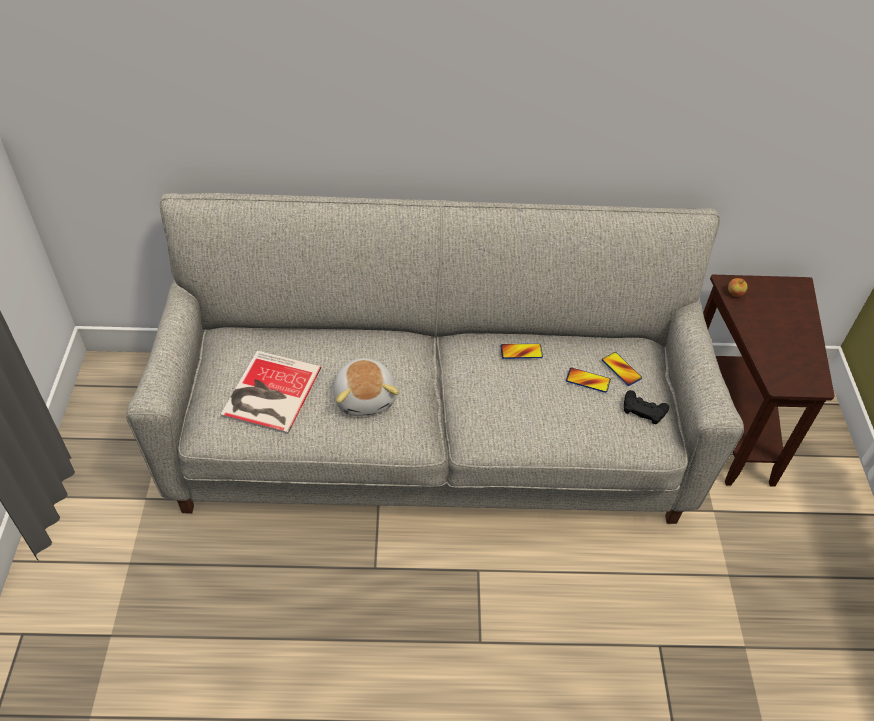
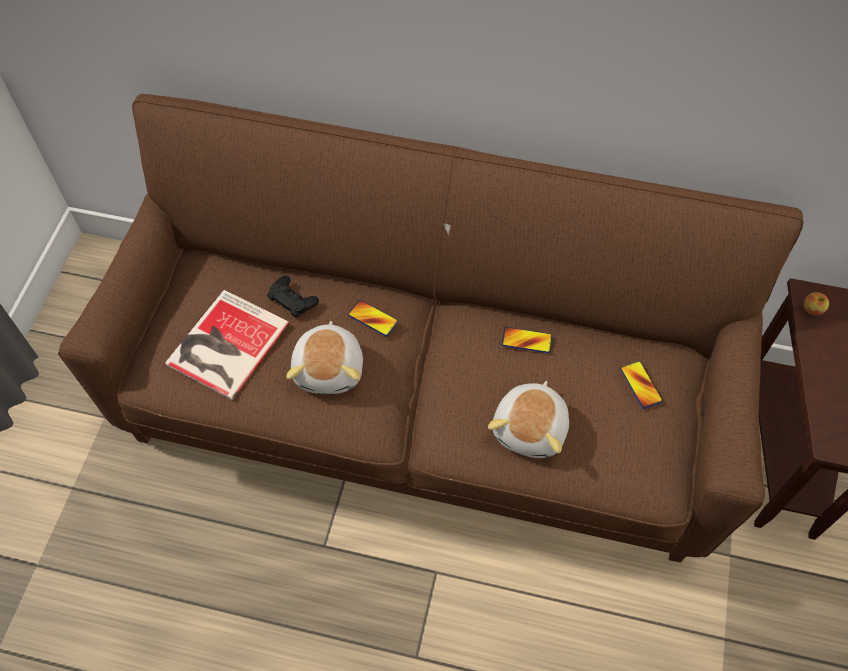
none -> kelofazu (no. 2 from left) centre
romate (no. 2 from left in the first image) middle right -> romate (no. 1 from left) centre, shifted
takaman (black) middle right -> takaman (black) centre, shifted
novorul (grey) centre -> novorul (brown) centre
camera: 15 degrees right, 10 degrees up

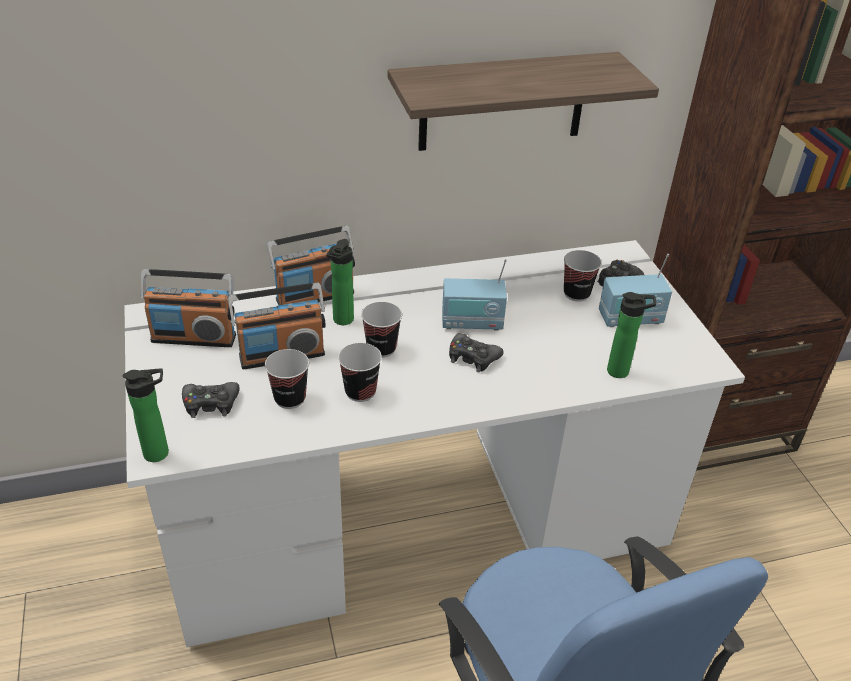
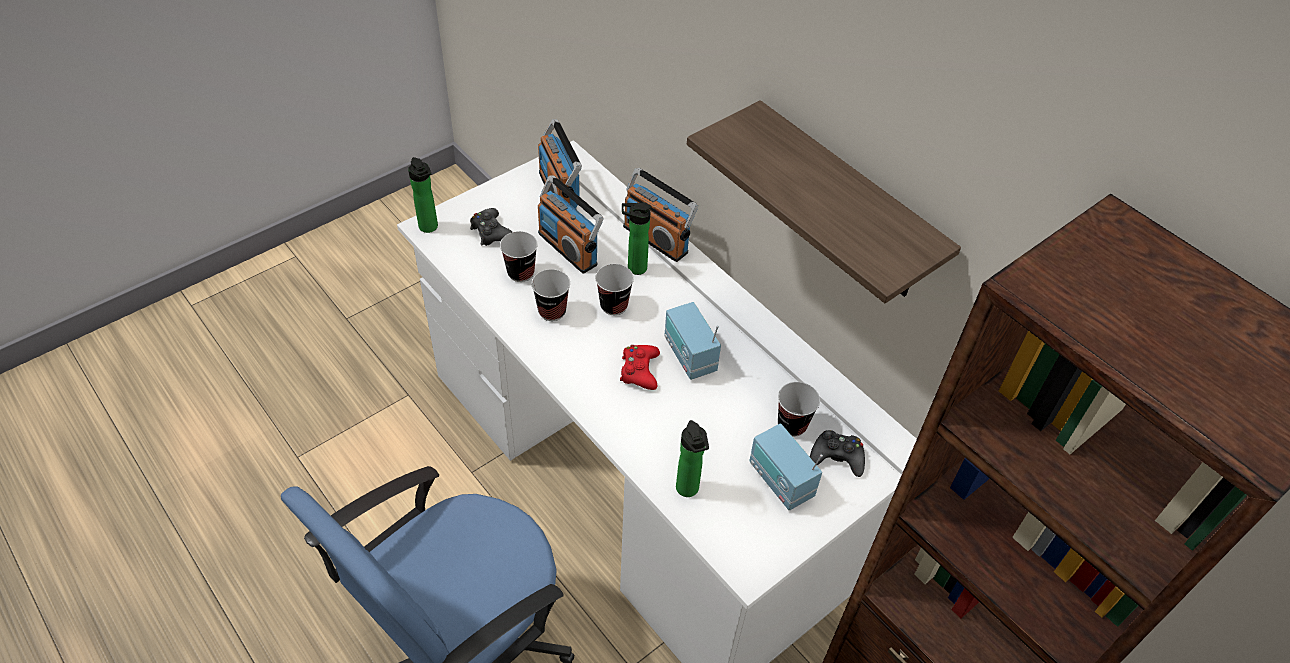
takaman (black) (no. 2 from left) centre -> takaman (red) centre
camera: 65 degrees right, 10 degrees up

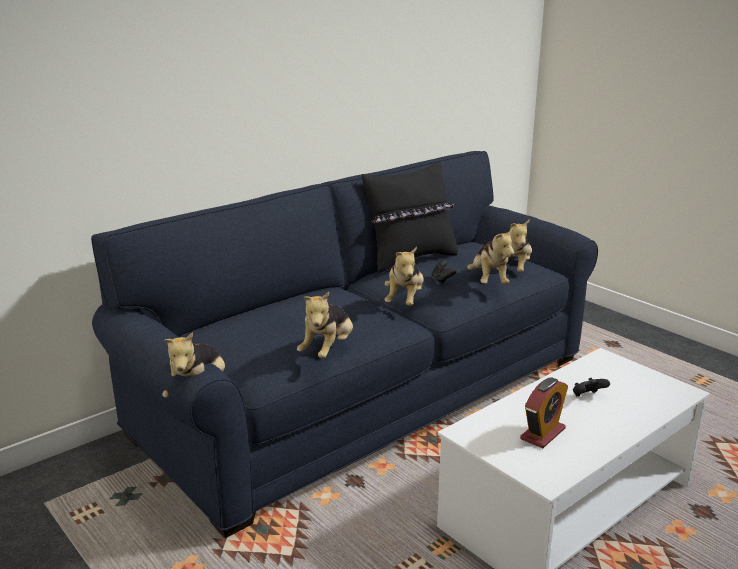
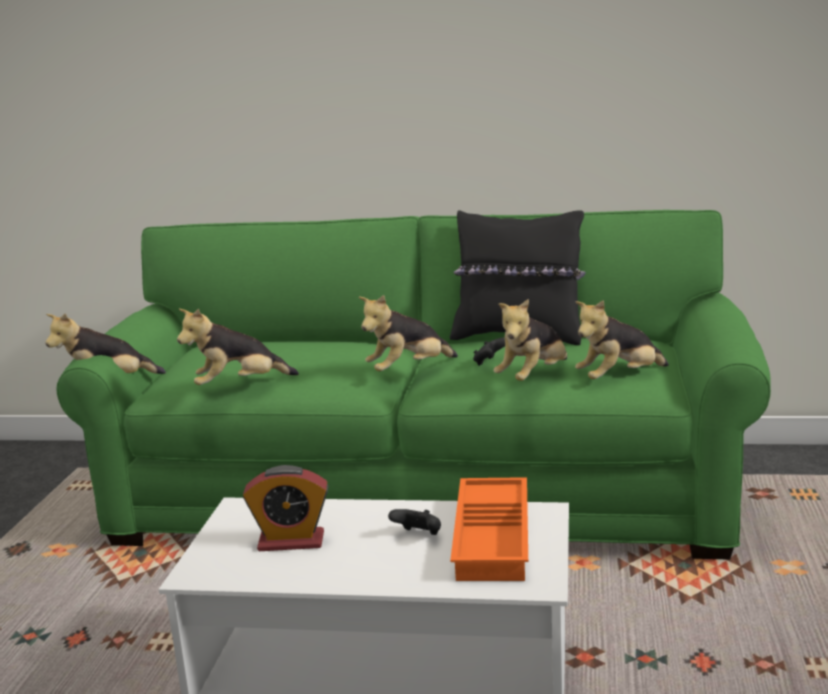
none -> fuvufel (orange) bottom centre
novorul (blue) centre -> novorul (green) centre
camera: 50 degrees right, 5 degrees down

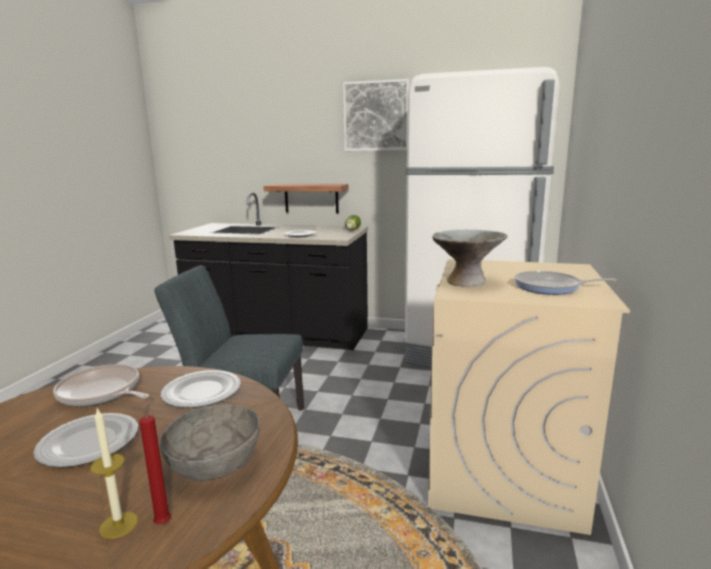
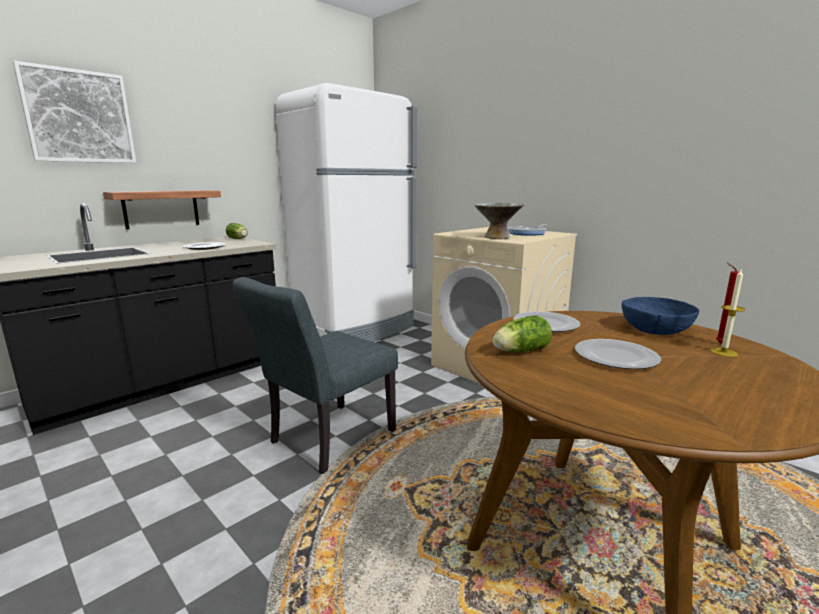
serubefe top centre -> serubefe top left, shifted
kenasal (no. 1 from left) bottom left -> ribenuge (no. 2 from left) centre
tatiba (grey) (no. 1 from left) bottom left -> tatiba (blue) middle right
camera: 60 degrees left, 0 degrees up

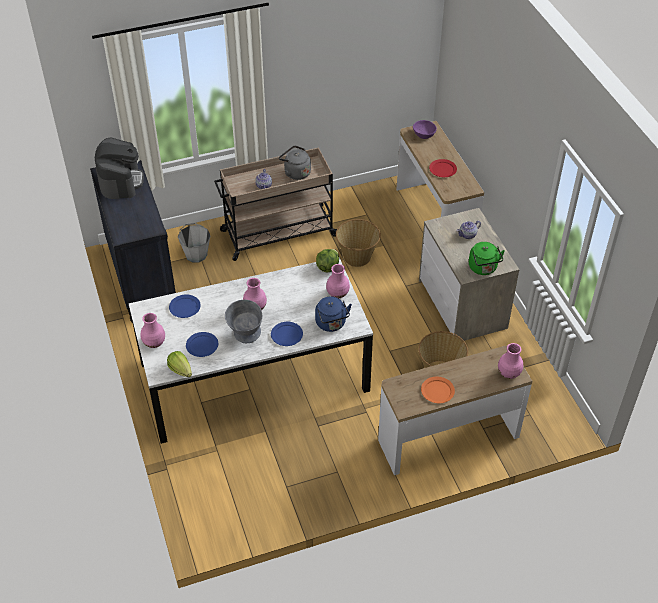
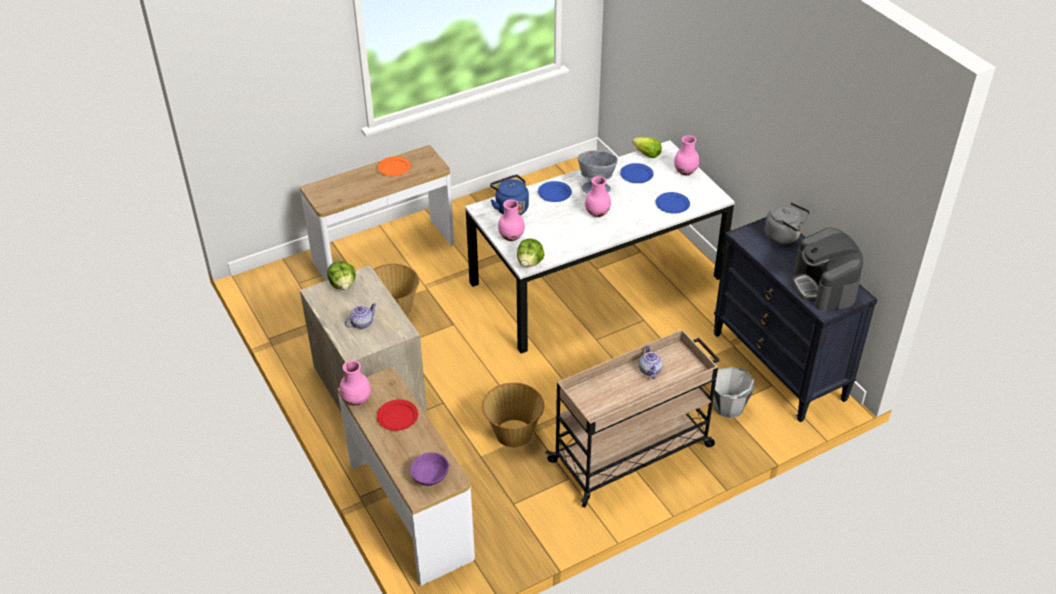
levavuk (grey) top centre -> levavuk (grey) middle right, shifted
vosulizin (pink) (no. 4 from left in the first image) middle right -> vosulizin (pink) (no. 1 from left) centre, shifted
levavuk (green) middle right -> ribenuge (no. 1 from left) middle left
camera: 170 degrees right, 5 degrees down

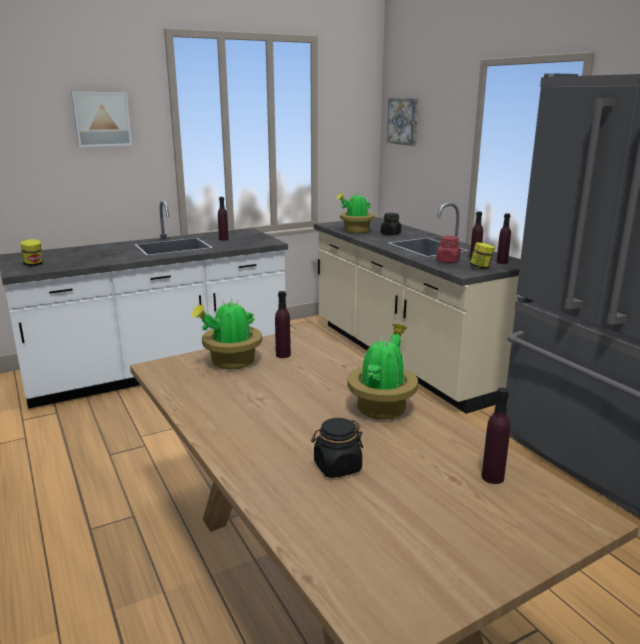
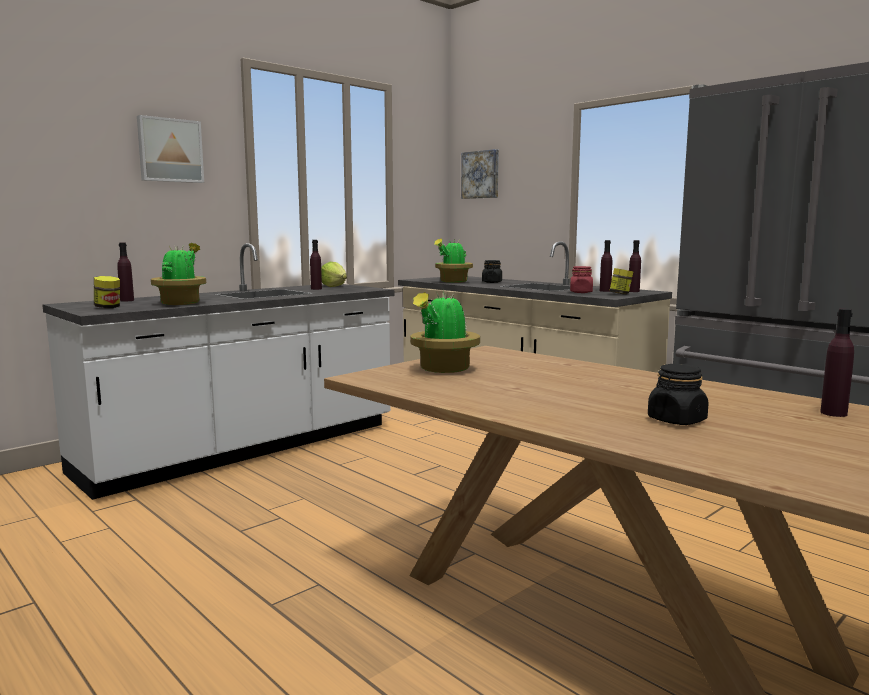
none -> ribenuge centre
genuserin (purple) (no. 2 from left in the first image) centre -> genuserin (purple) (no. 1 from left) middle left, shifted
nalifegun (no. 3 from left in the first image) centre -> nalifegun (no. 1 from left) middle left, shifted
camera: 15 degrees left, 10 degrees down

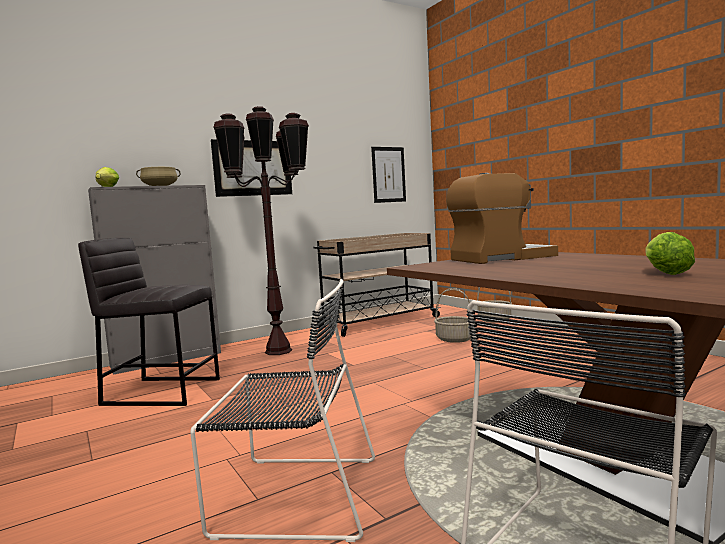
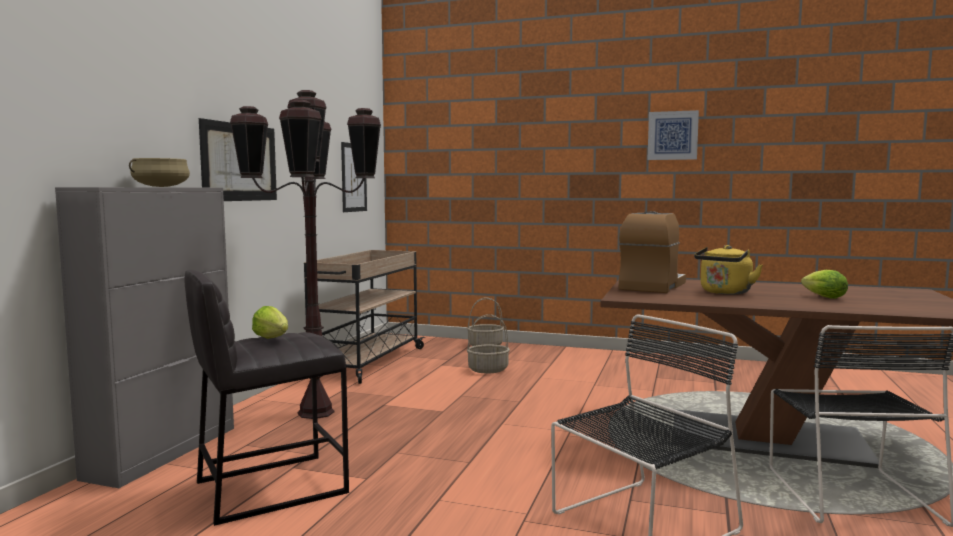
none -> serubefe (no. 3 from left) top right
none -> levavuk (yellow) middle right
ribenuge (no. 1 from left) top left -> ribenuge (no. 1 from left) middle left, shifted
camera: 40 degrees left, 0 degrees up

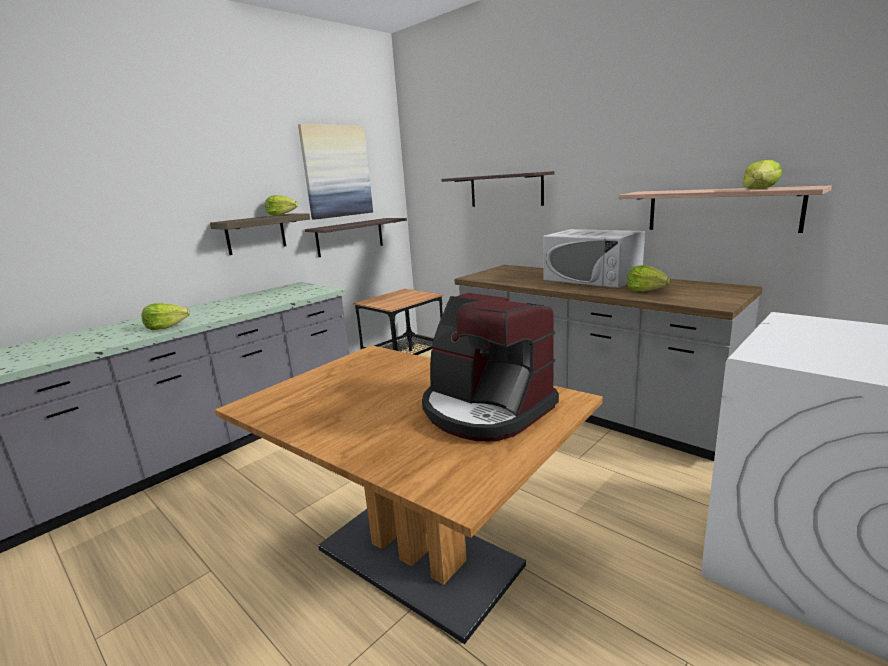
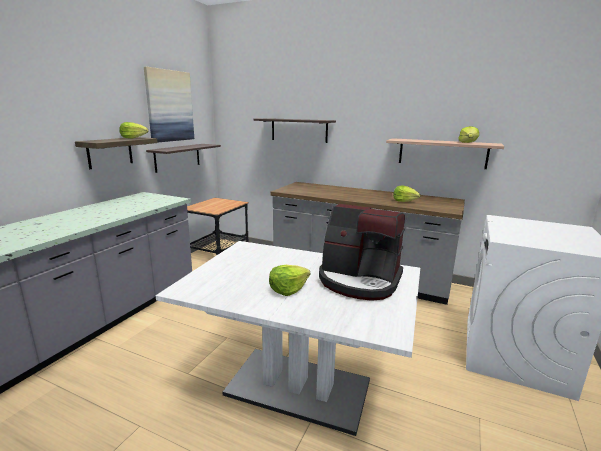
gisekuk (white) middle right -> none
ribenuge (no. 1 from left in the first image) middle left -> ribenuge (no. 2 from left) centre, shifted
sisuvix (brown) bottom centre -> sisuvix (white) bottom centre
camera: 20 degrees left, 0 degrees up

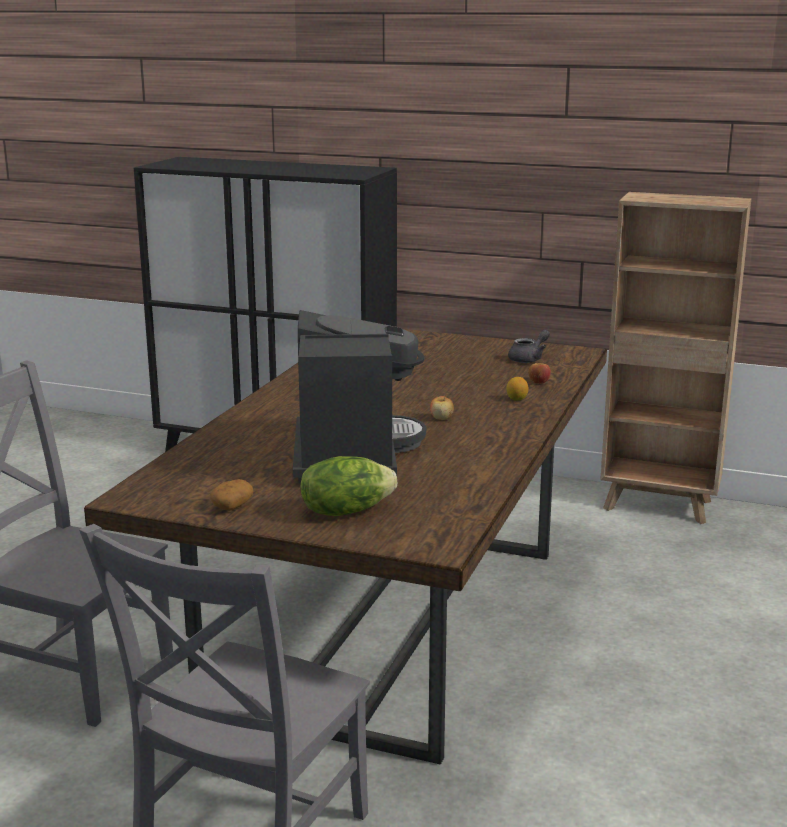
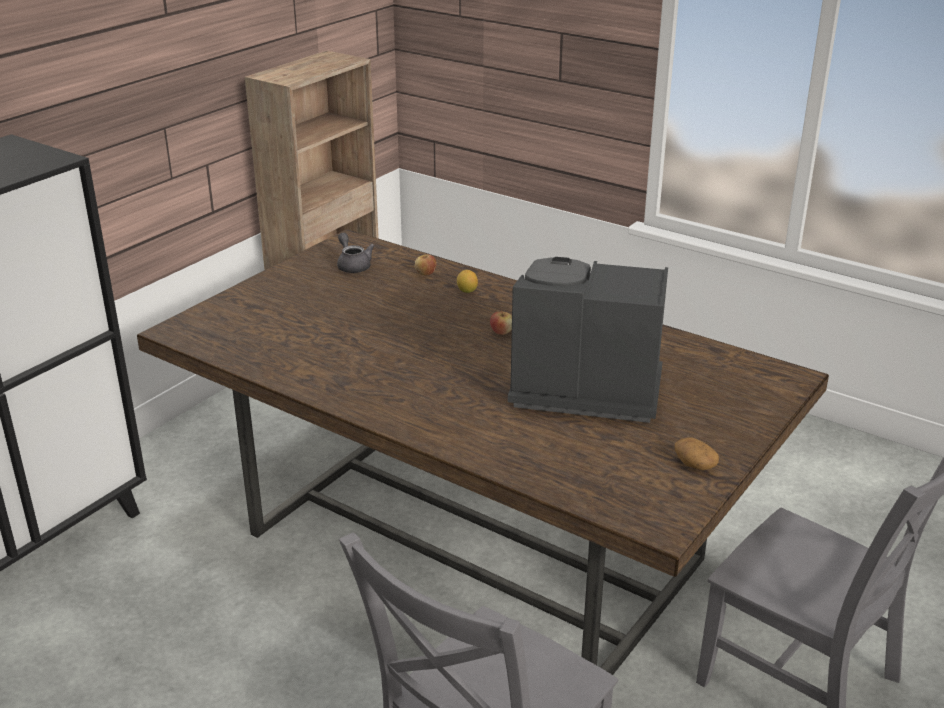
ribenuge centre -> none
camera: 75 degrees left, 10 degrees up

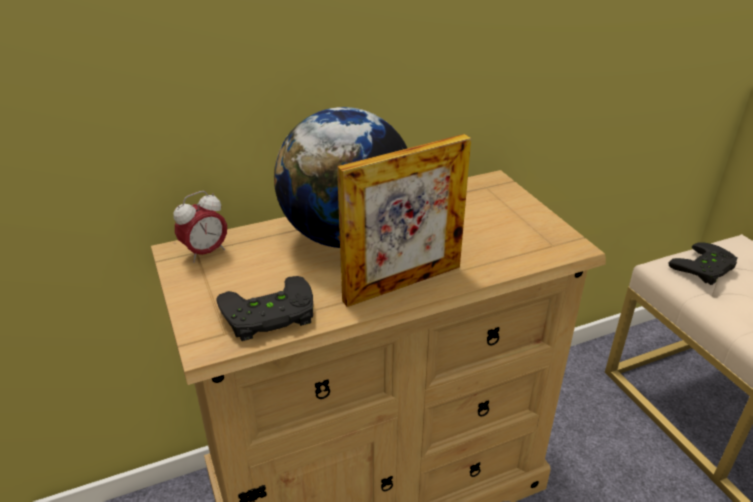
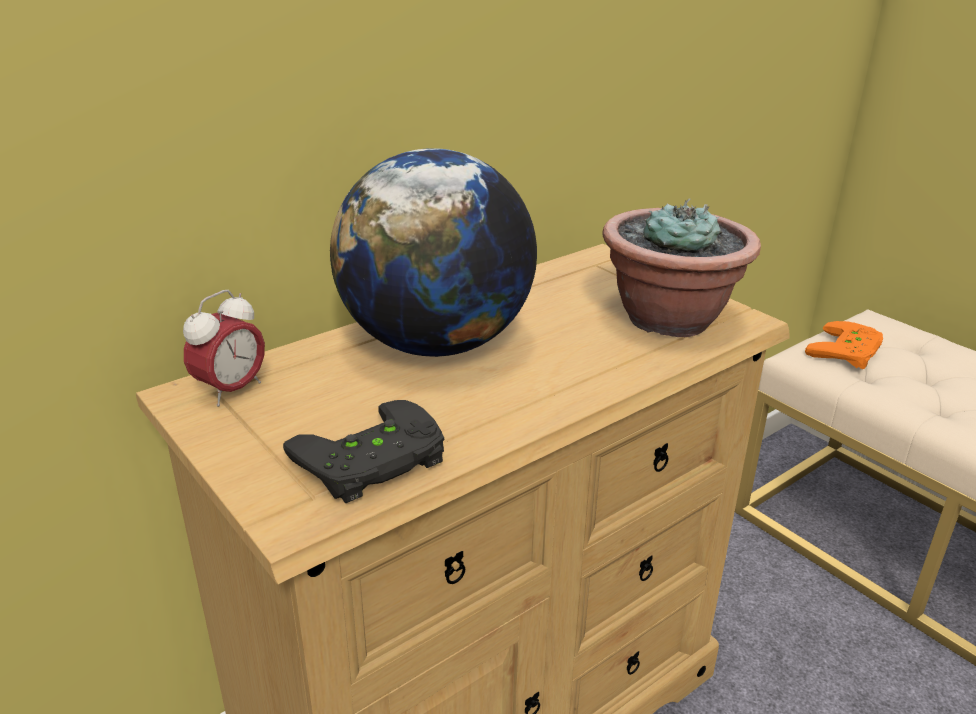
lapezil centre -> none
none -> nalifegun middle right
takaman (black) (no. 2 from left) middle right -> takaman (orange) middle right
camera: 15 degrees left, 5 degrees down

